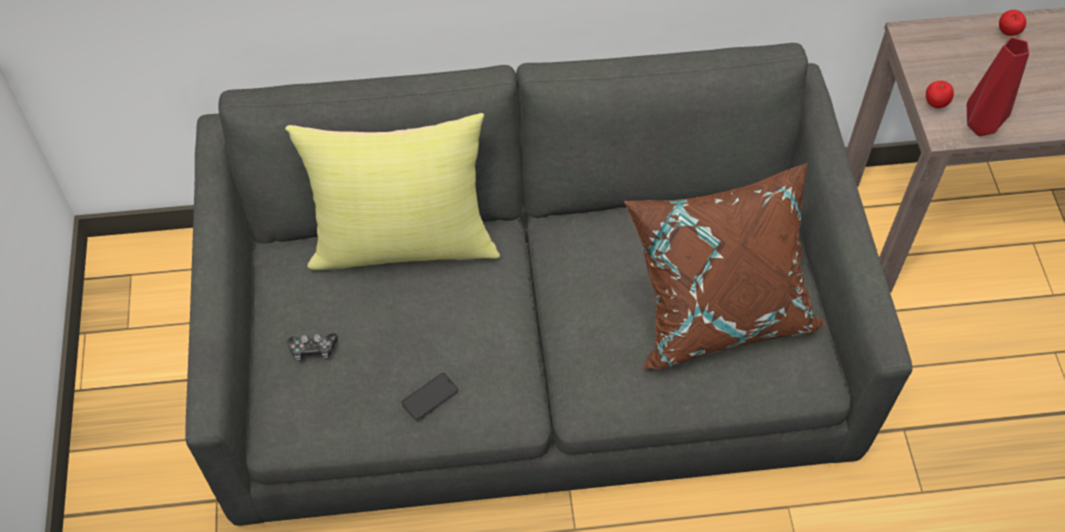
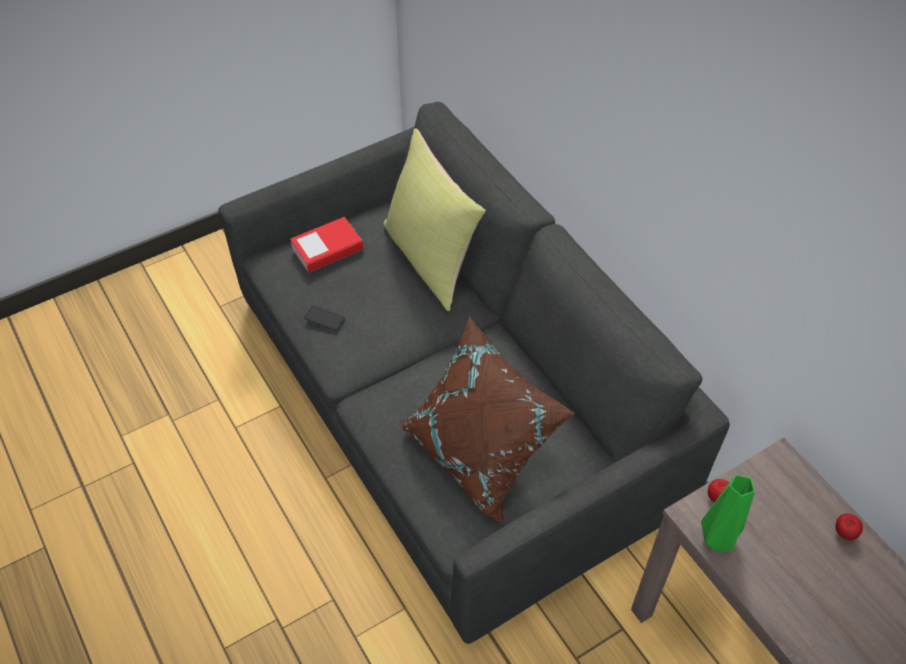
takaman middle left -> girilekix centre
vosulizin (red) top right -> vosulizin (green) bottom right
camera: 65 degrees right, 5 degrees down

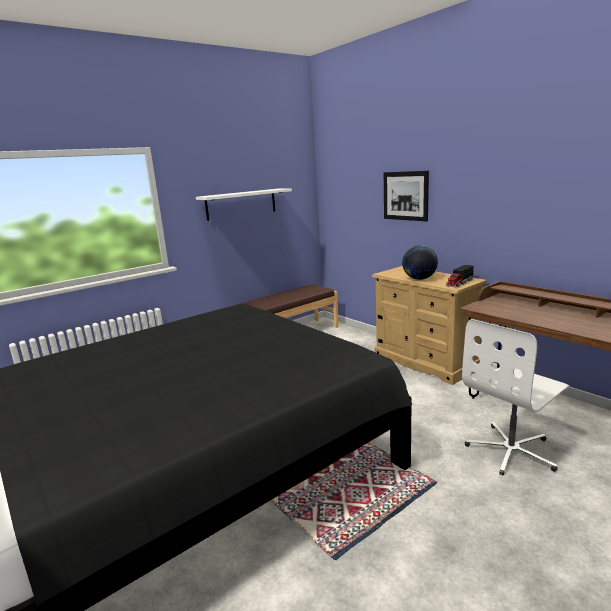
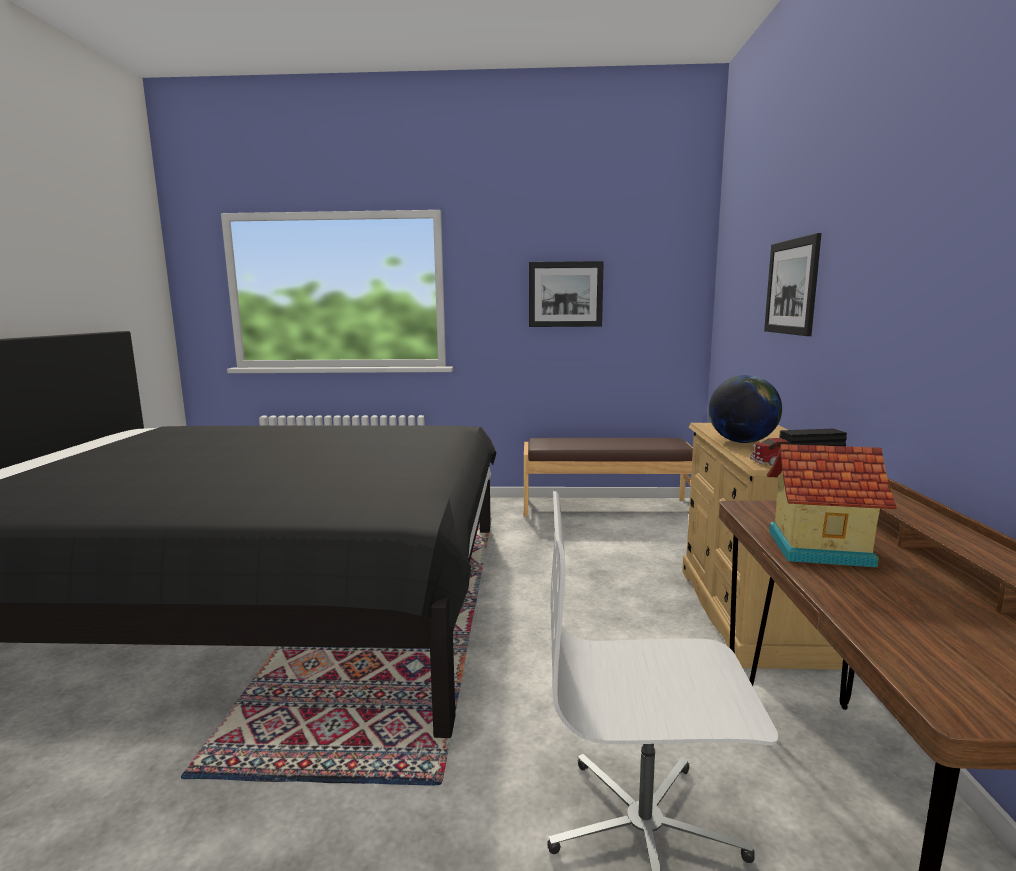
none -> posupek middle right
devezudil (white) centre -> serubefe (no. 1 from left) centre
camera: 40 degrees right, 5 degrees down

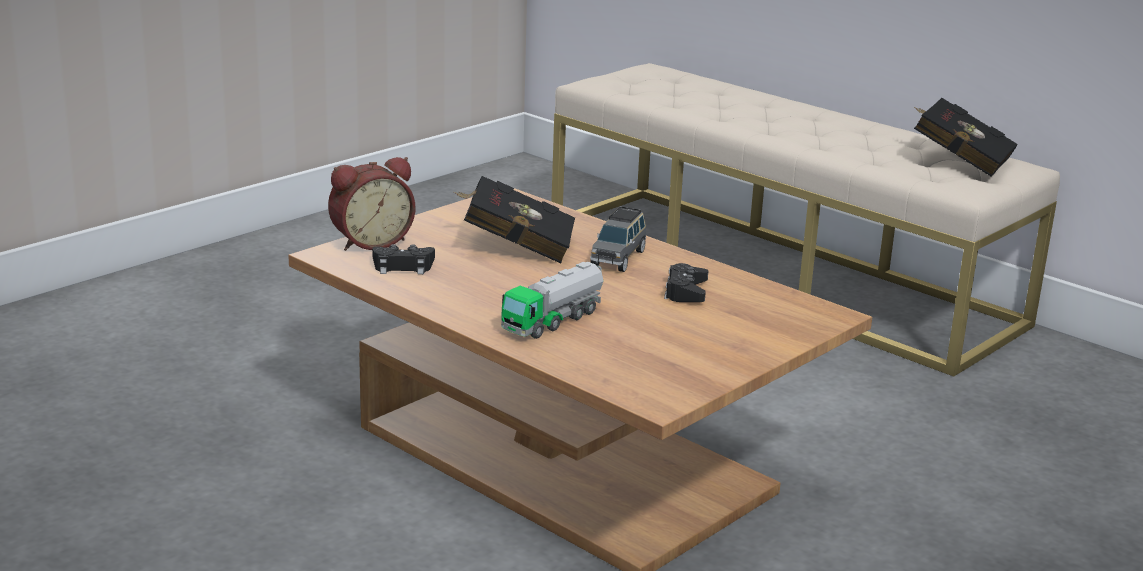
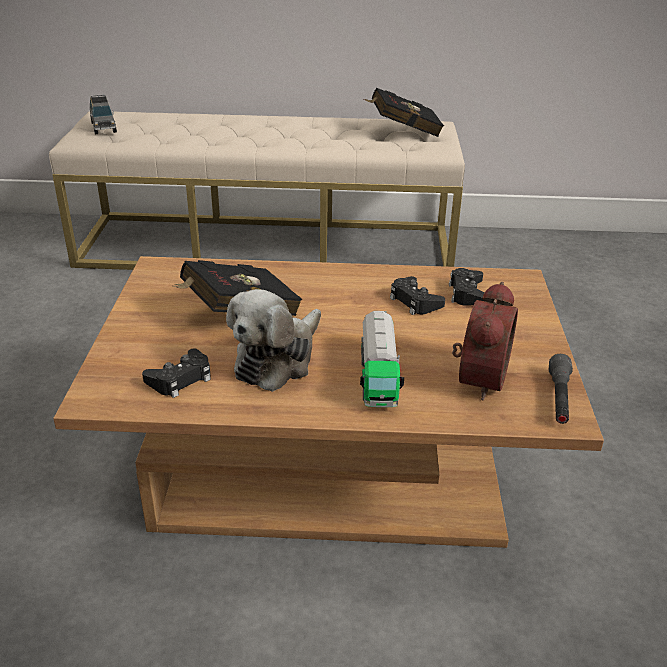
none -> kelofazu centre
none -> takaman (black) (no. 3 from left) middle right
none -> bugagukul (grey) middle right
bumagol middle left -> bumagol middle right, shifted
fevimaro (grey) centre -> fevimaro (grey) top left, shifted
camera: 40 degrees left, 10 degrees up

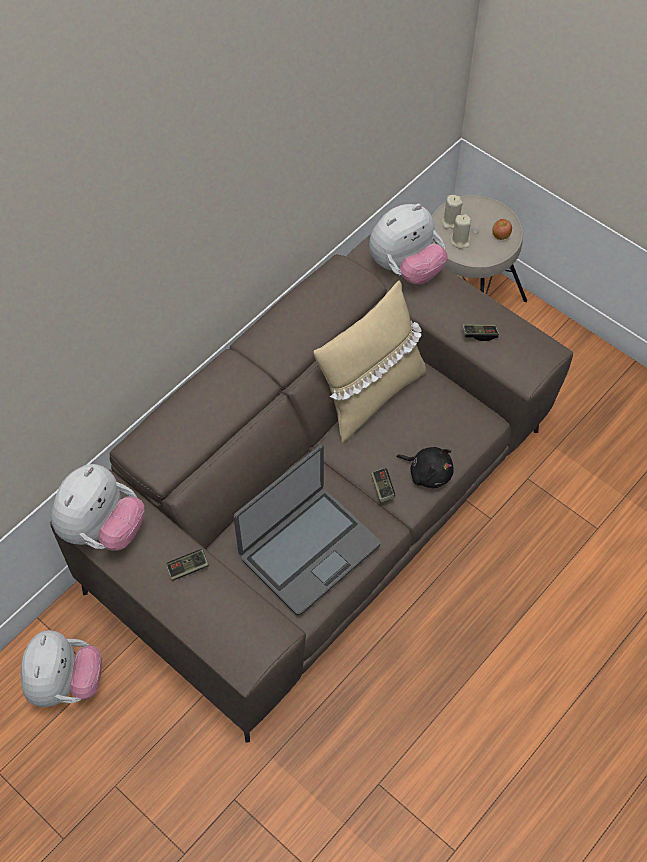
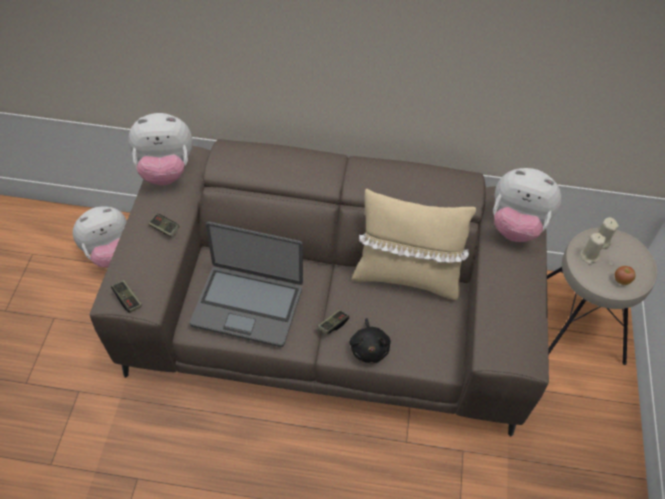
takaman (no. 3 from left in the first image) middle right -> takaman (no. 1 from left) middle left, shifted
camera: 55 degrees right, 5 degrees down

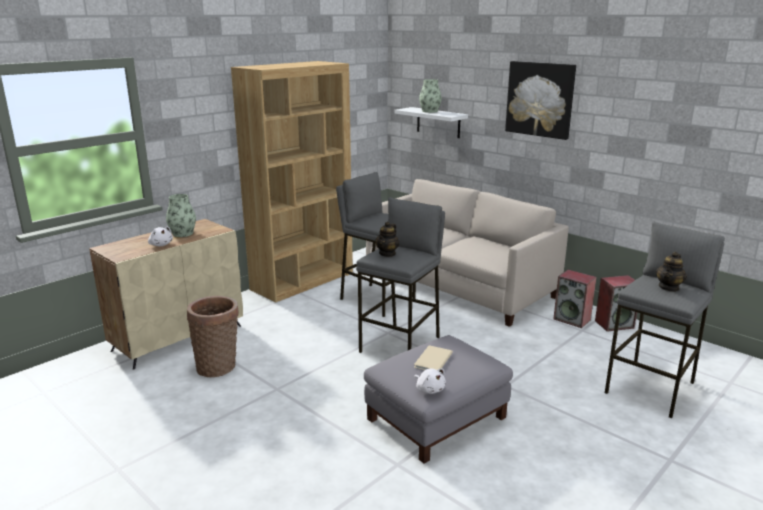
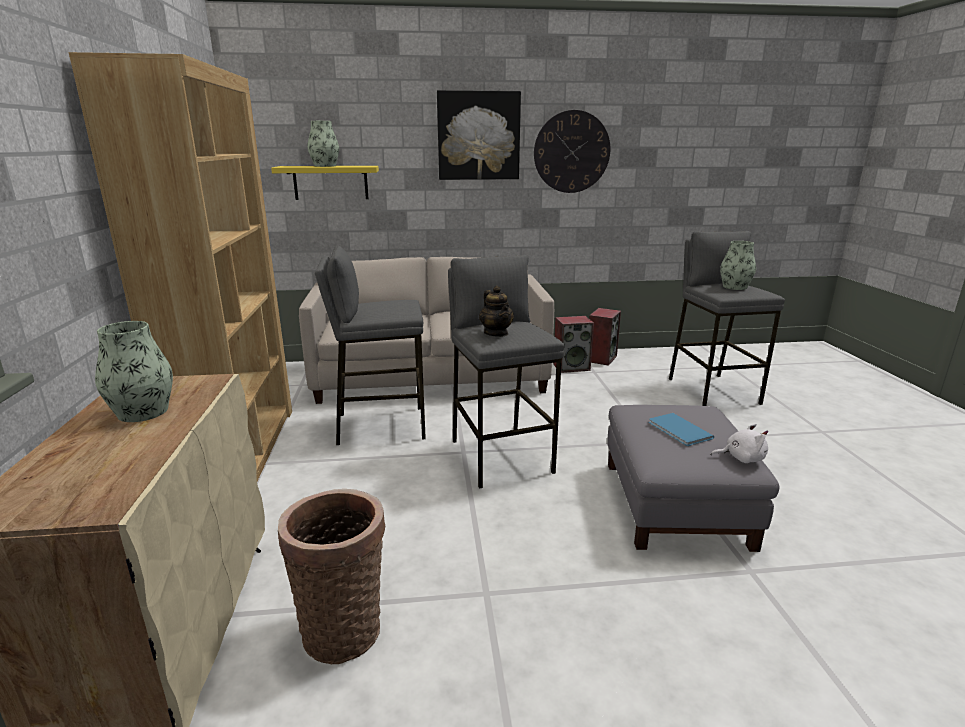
kelofazu (white) (no. 1 from left) middle left -> none
none -> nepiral top centre
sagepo (no. 2 from left) middle right -> vosulizin (no. 3 from left) middle right
devezudil (white) top centre -> devezudil (yellow) top centre
girilekix (beige) bottom centre -> girilekix (blue) middle right
camera: 50 degrees left, 0 degrees up

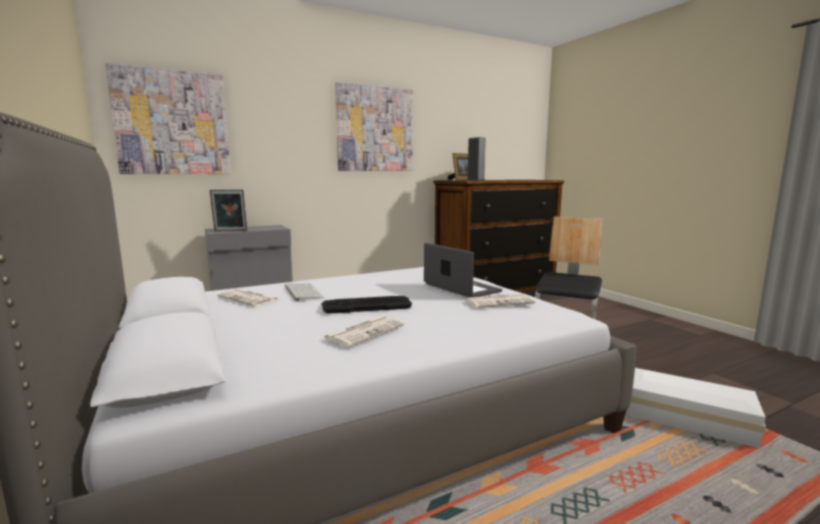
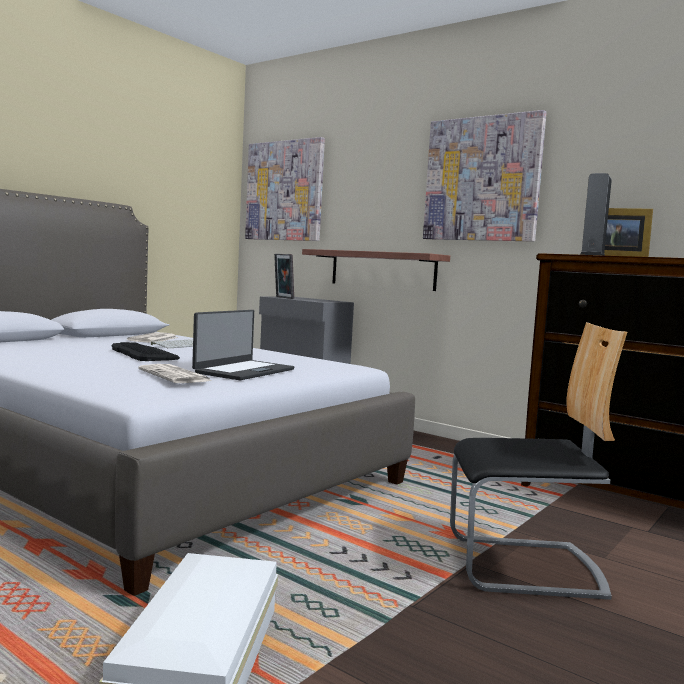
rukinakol (no. 2 from left) centre -> none
none -> devezudil centre
camera: 65 degrees right, 5 degrees down

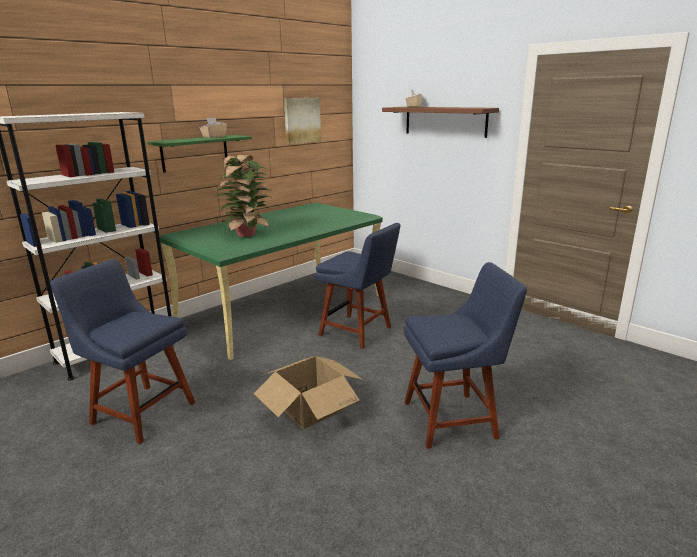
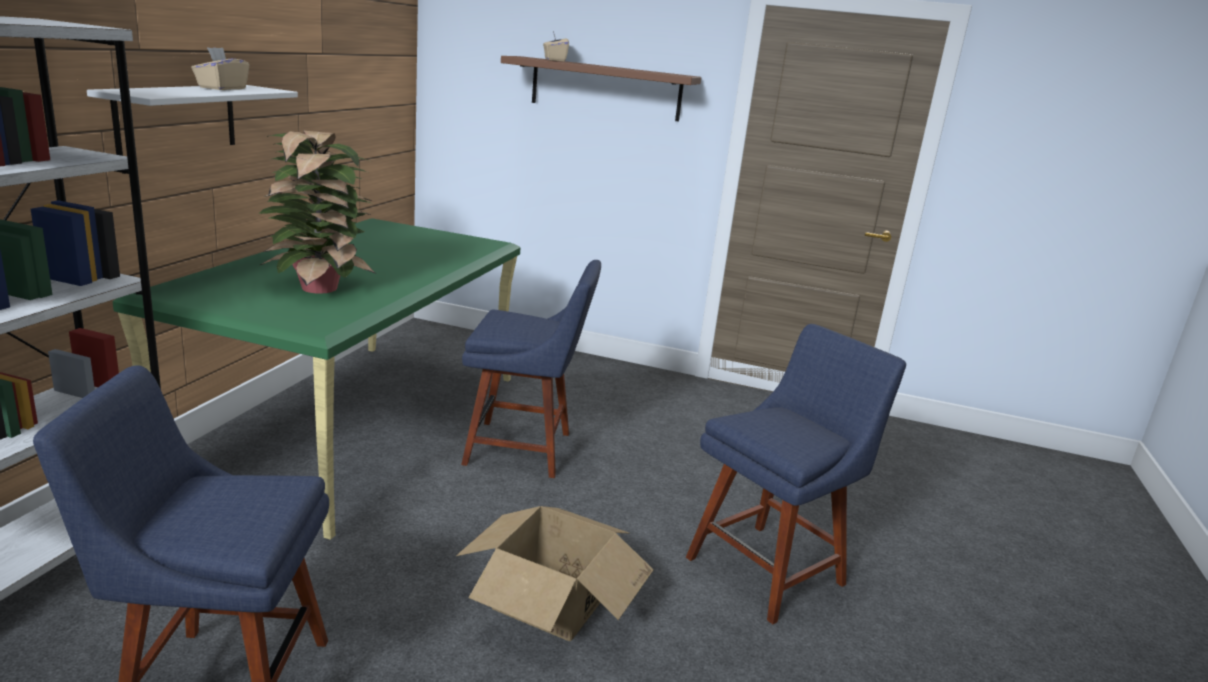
serubefe top centre -> none
devezudil (green) top left -> devezudil (white) top left
camera: 30 degrees left, 0 degrees up

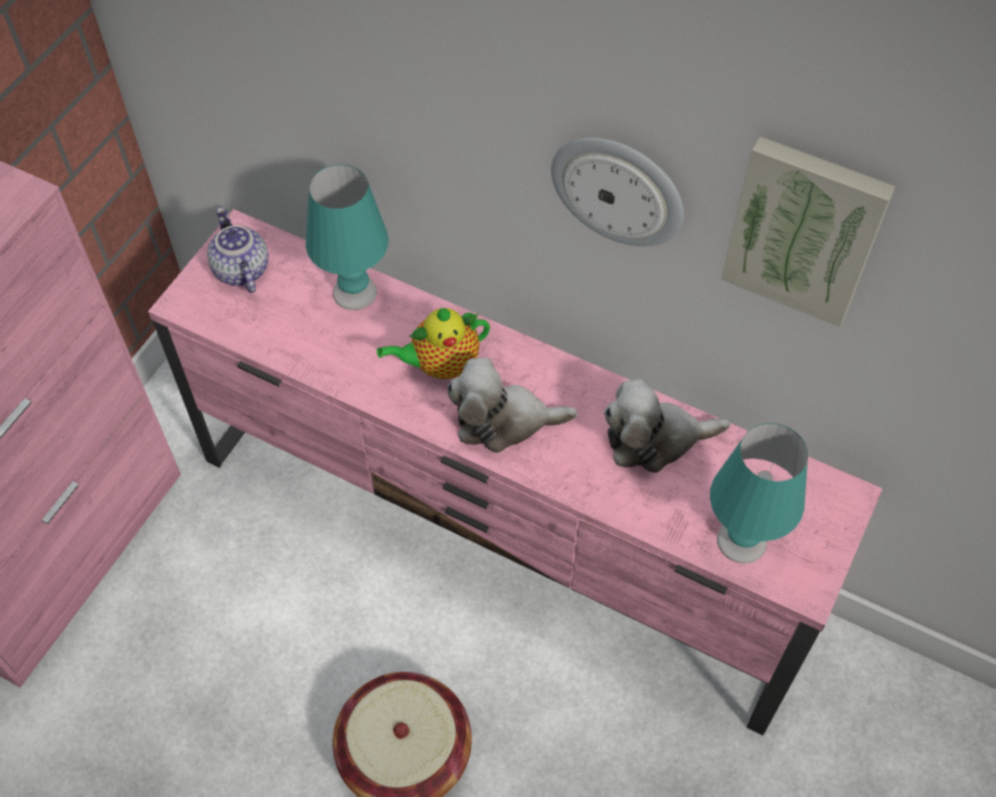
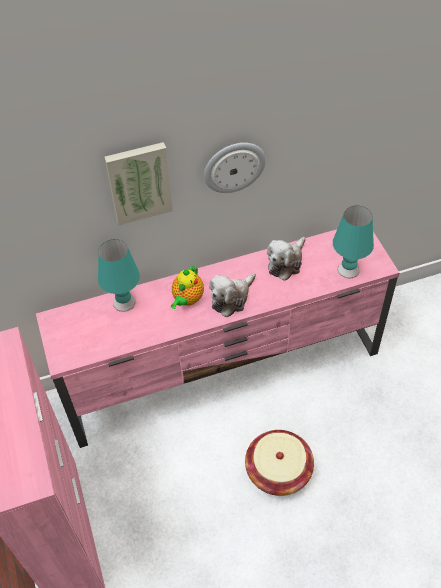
sagepo (no. 1 from left) top left -> none
serubefe top right -> serubefe top left, shifted
camera: 45 degrees left, 5 degrees down

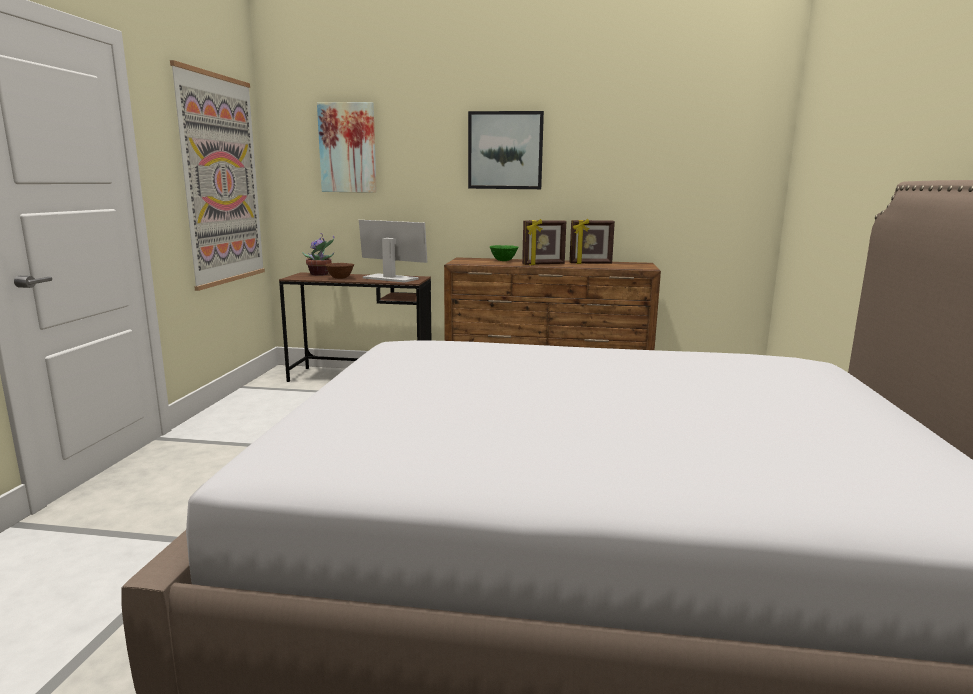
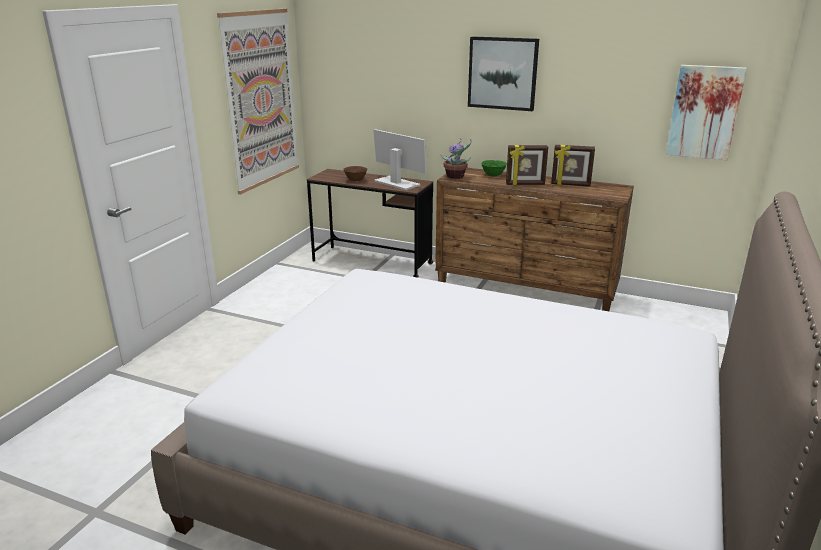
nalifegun middle left -> nalifegun top centre, shifted
serubefe (no. 2 from left in the first image) top centre -> serubefe (no. 3 from left) top right, shifted
camera: 15 degrees right, 10 degrees up

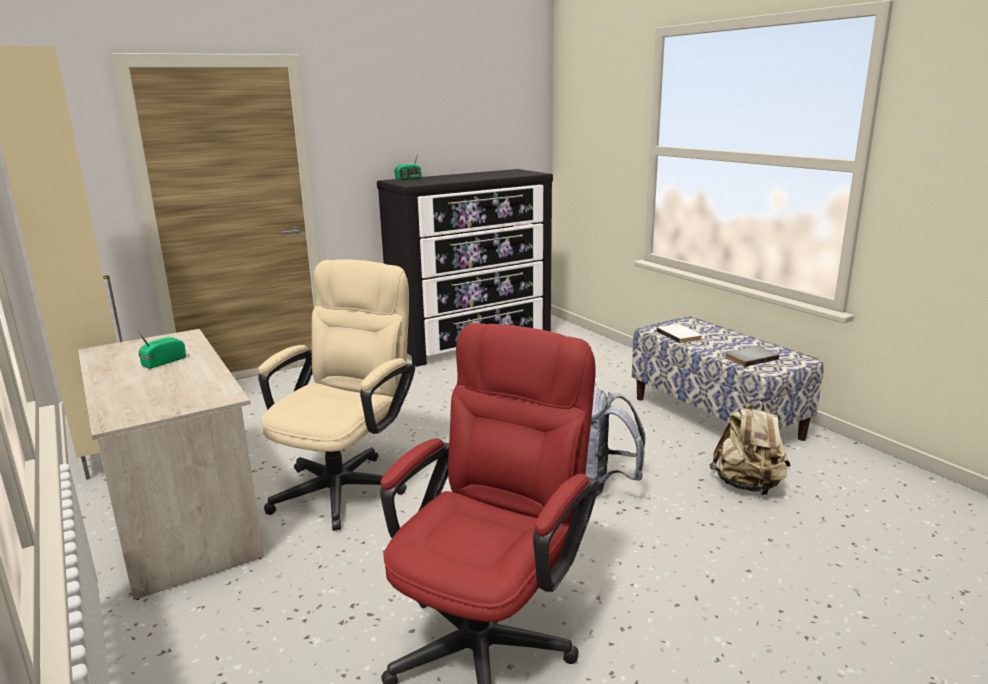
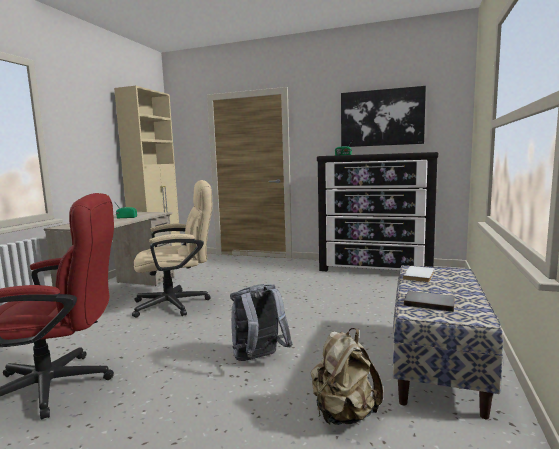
none -> serubefe top right
camera: 50 degrees right, 10 degrees down

